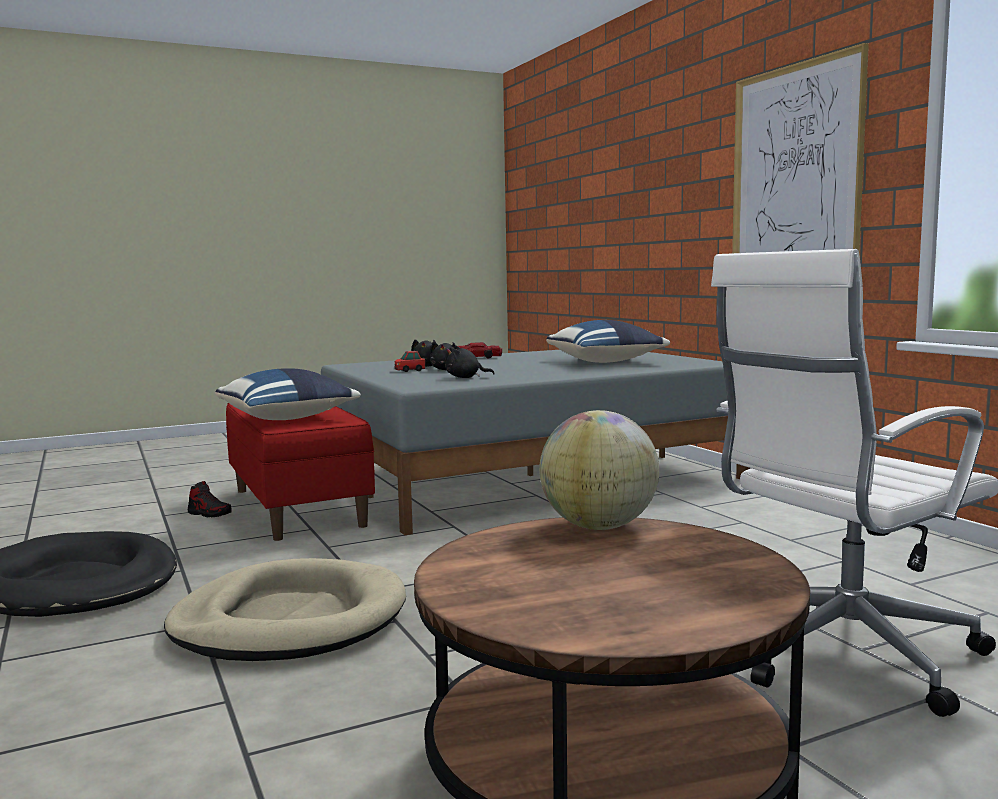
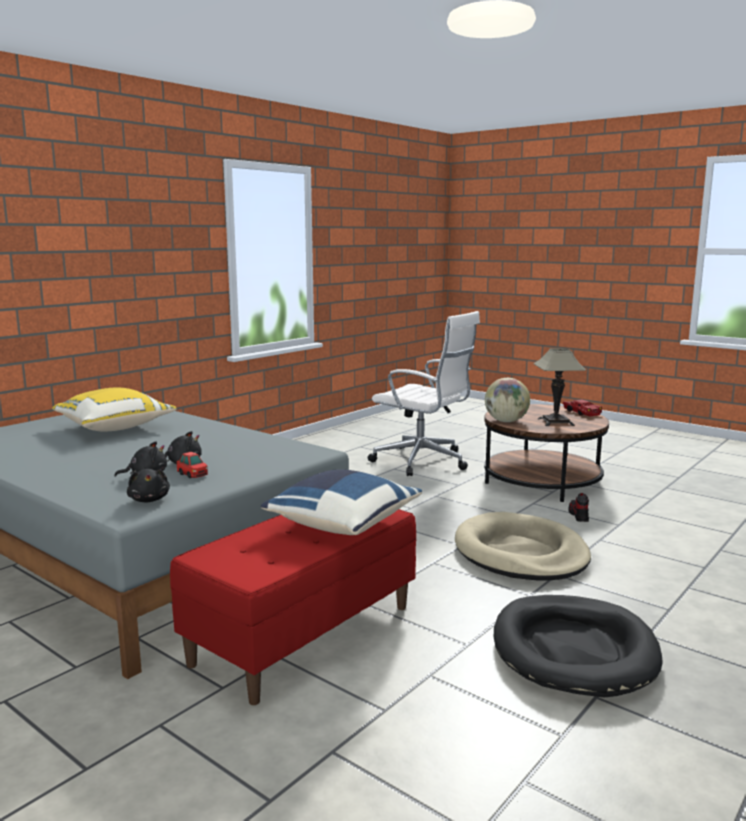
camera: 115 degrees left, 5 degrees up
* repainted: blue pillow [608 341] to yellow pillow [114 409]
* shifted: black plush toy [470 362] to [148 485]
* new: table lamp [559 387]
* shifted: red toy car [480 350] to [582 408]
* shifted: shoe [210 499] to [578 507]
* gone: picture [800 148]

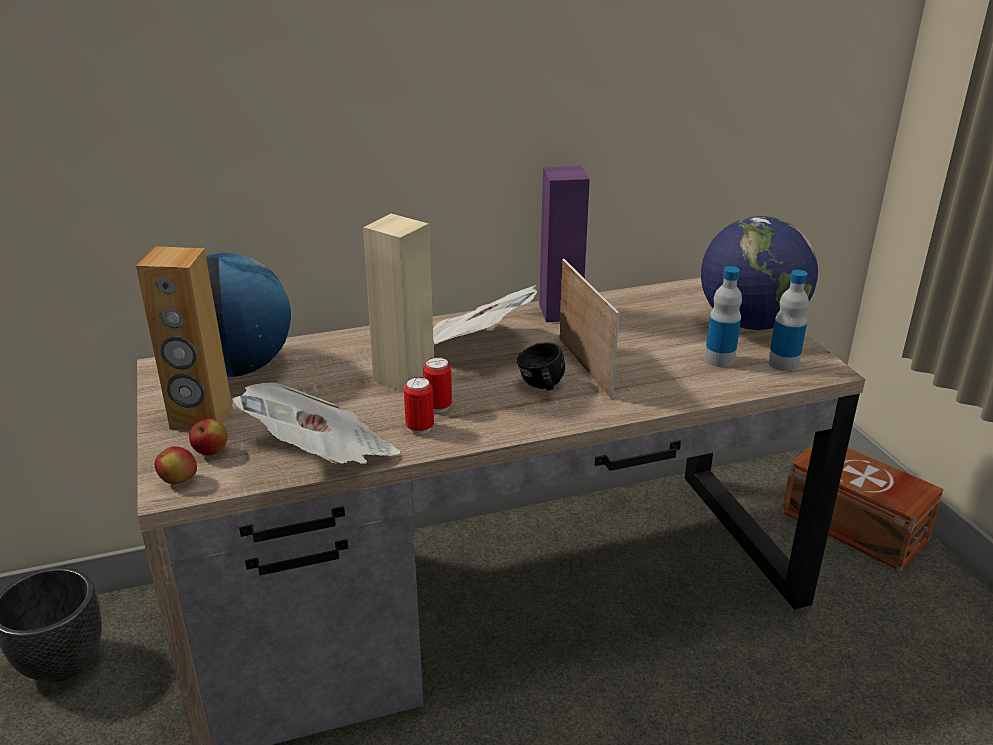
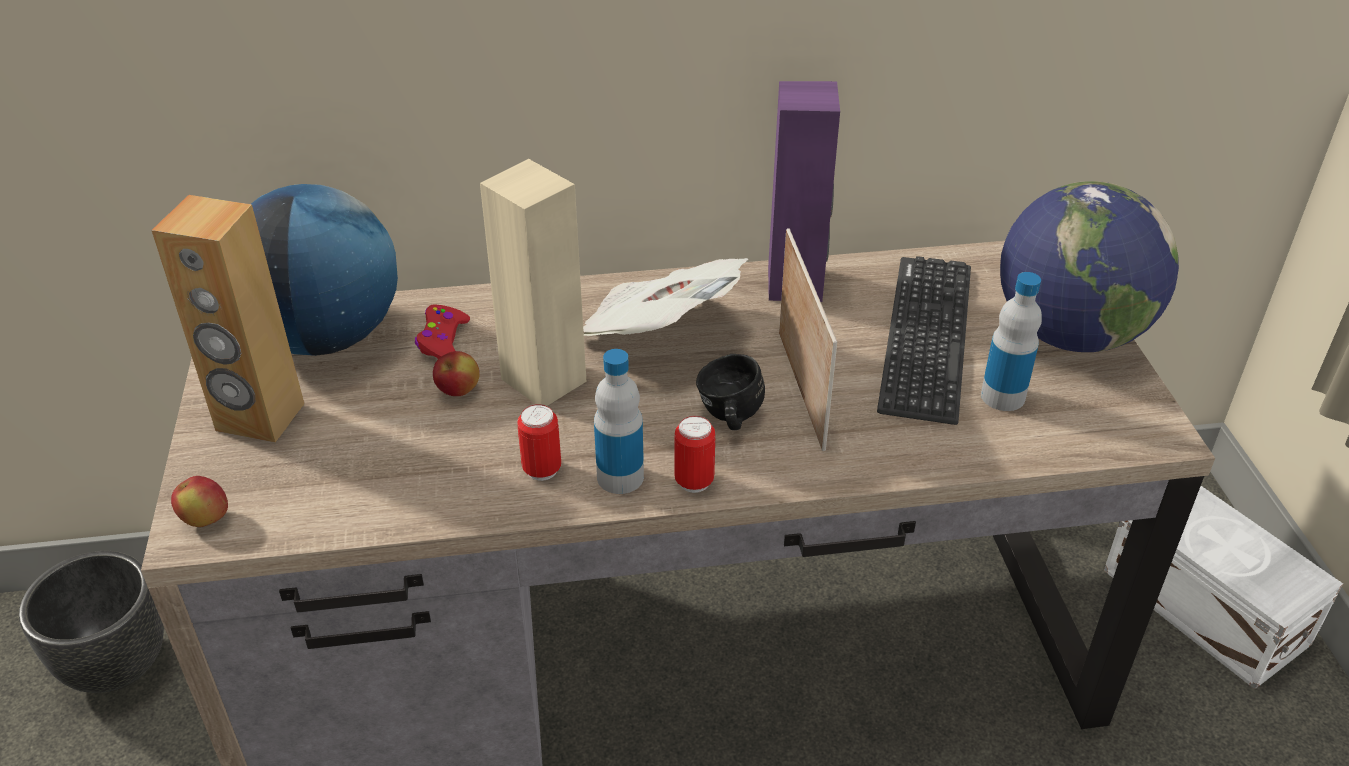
camera: 10 degrees right, 10 degrees up
* new: red game controller [442 331]
* shifted: apple [208 437] to [456 373]
* shifted: bottle [788 320] to [619 421]
* shifted: can [437 385] to [694 454]
* new: keyboard [924 340]
* repainted: brown storage box [862 508] to white storage box [1223 587]
* gone: newspaper [316 423]

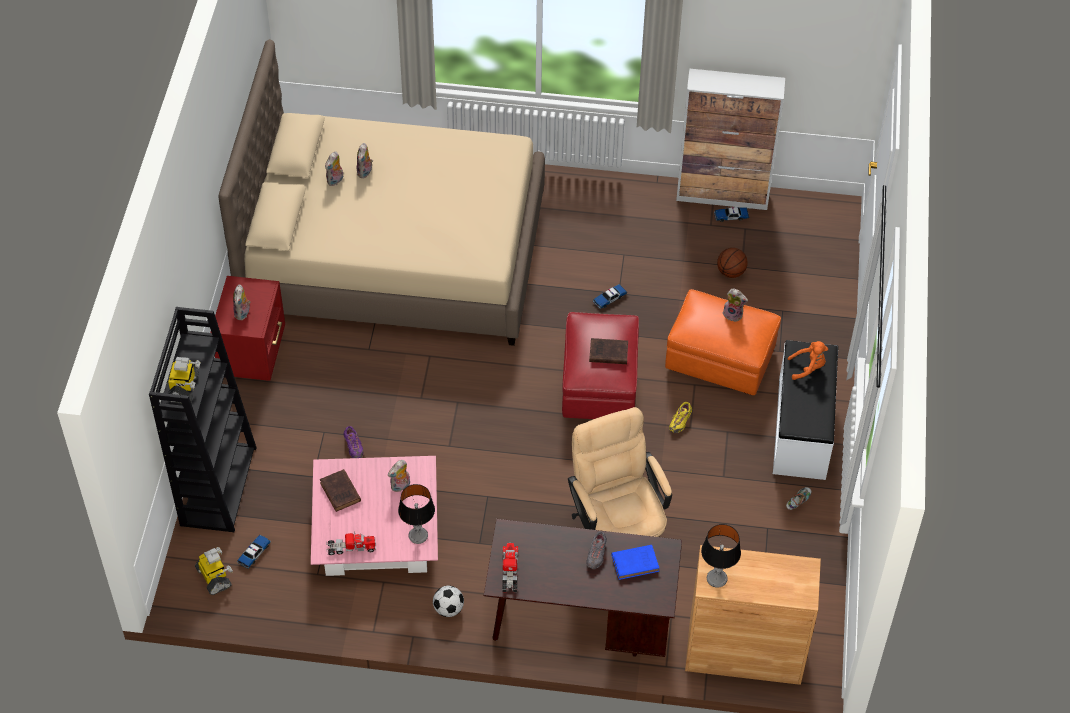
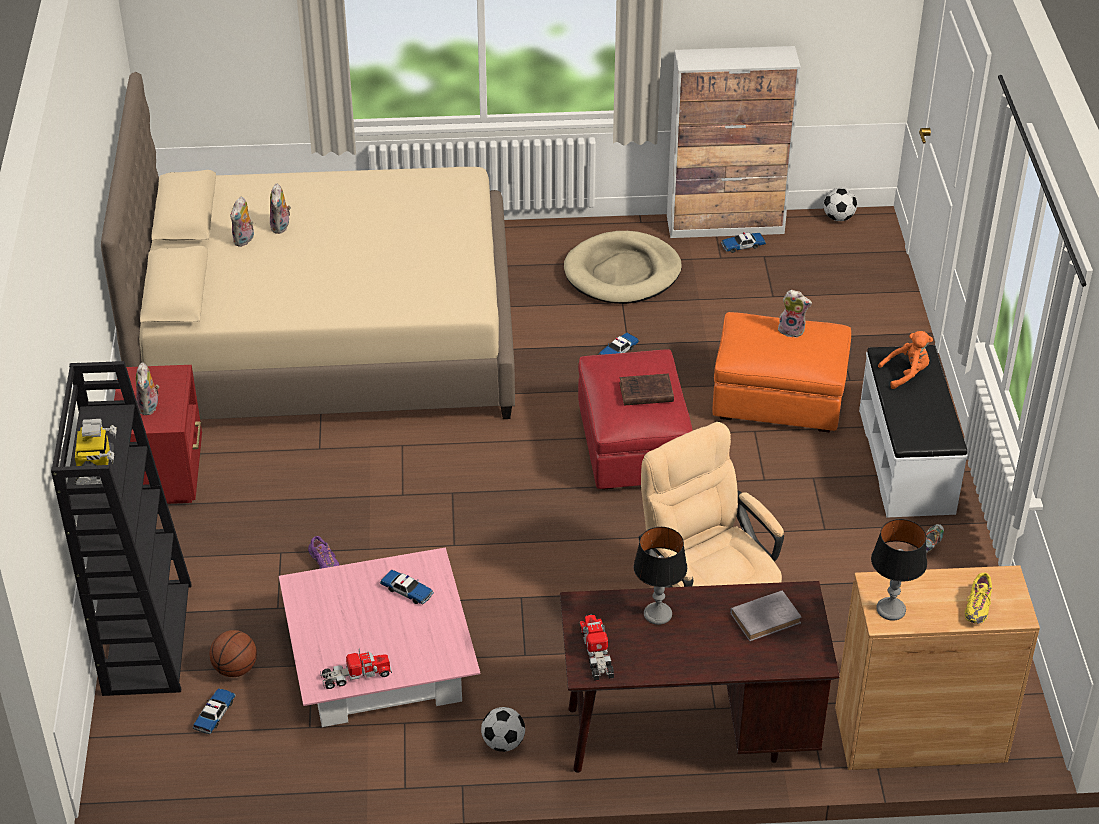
camera: 10 degrees left, 10 degrees down
* shifted: basketball [732 263] to [233 653]
* swapped: plush toy [399 476] to toy car [407 587]
* new: beige dog bed [623 267]
* shifted: table lamp [416 514] to [660 576]
* repainted: blue book [635 562] to grey book [766 615]
* new: football [840 204]
* shifted: yellow shoe [680 417] to [978 598]
* gone: toy robot [214 571]
* gone: brown book [340 490]
* gone: grey shoe [596 550]

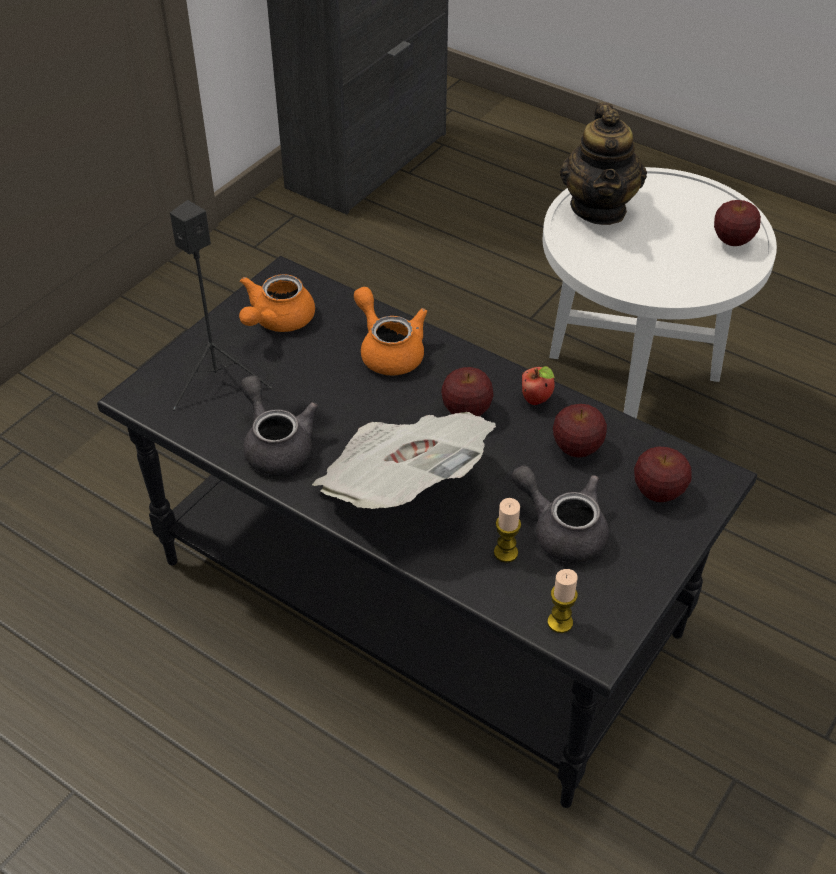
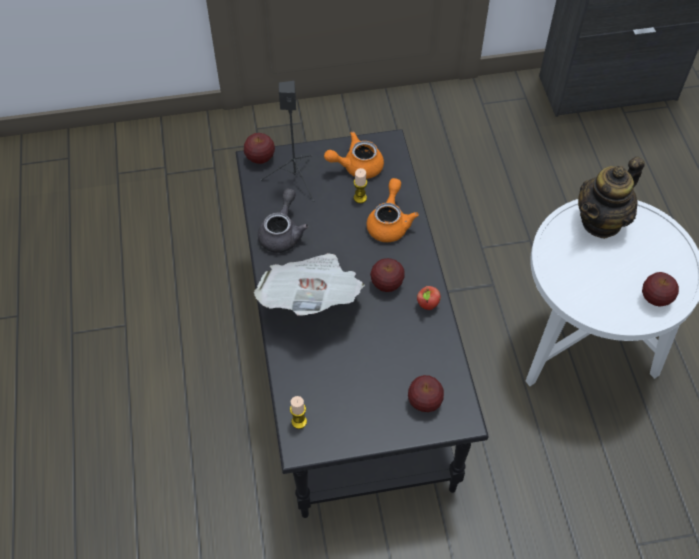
camera: 45 degrees right, 10 degrees up
* shifted: apple [580 431] to [259 148]
* shifted: candle [507 530] to [360 185]
* gone: grey teapot [560 514]

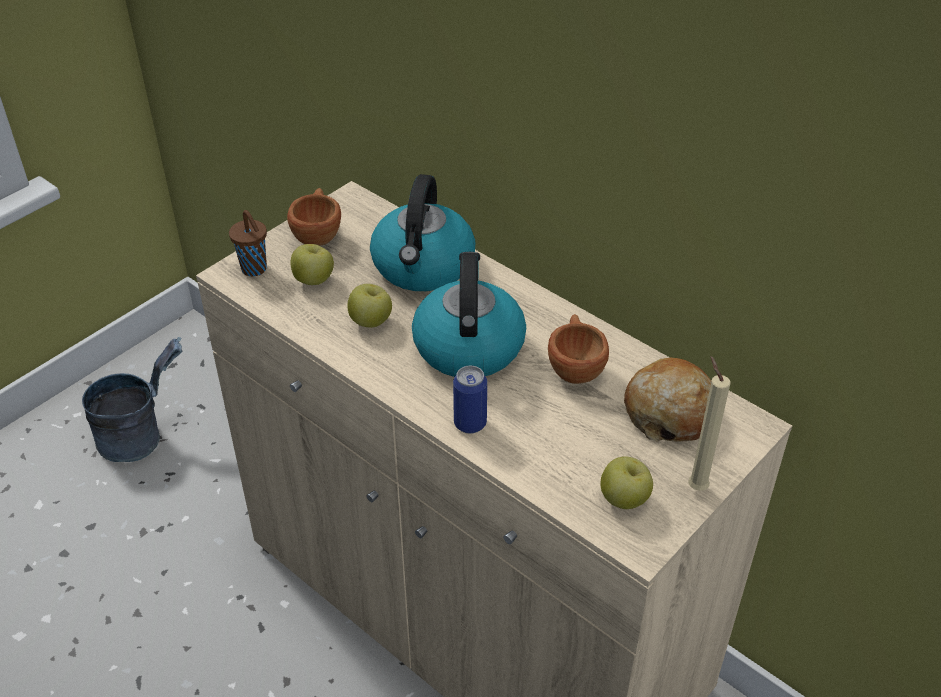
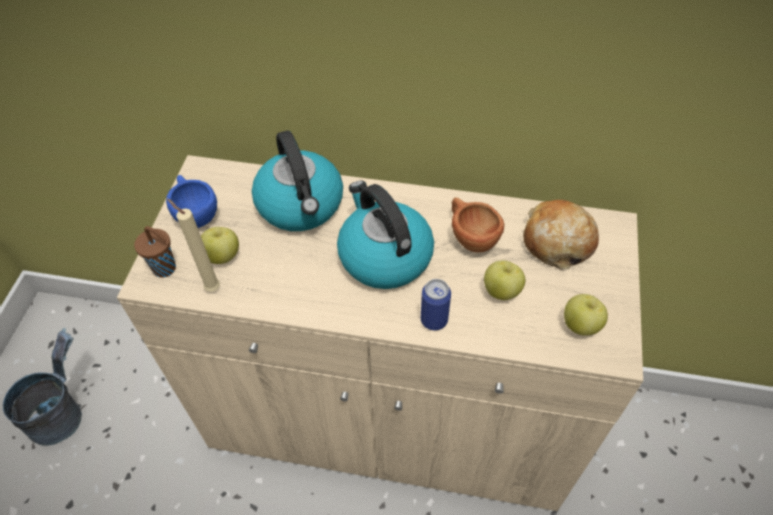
camera: 30 degrees left, 10 degrees up
* repainted: brown cup [314 217] to blue cup [191 201]
* shifted: beige candle [709 423] to [193 245]
* shifted: apple [369 306] to [504 280]

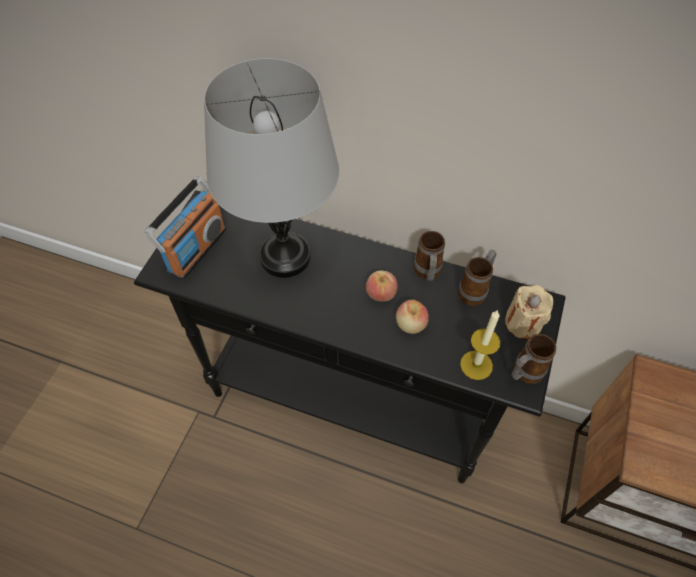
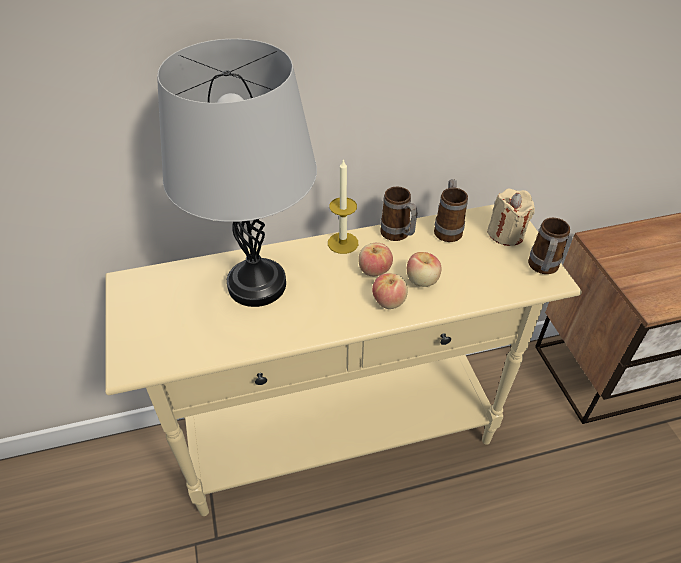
camera: 35 degrees left, 10 degrees down
* repainted: black console table [350 336] to beige console table [343 360]
* shifted: candle [480 345] to [343 206]
* new: apple [390 291]
* gone: radio [185 228]

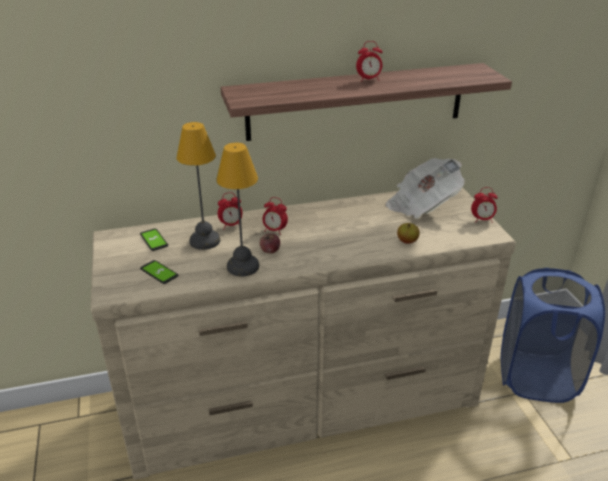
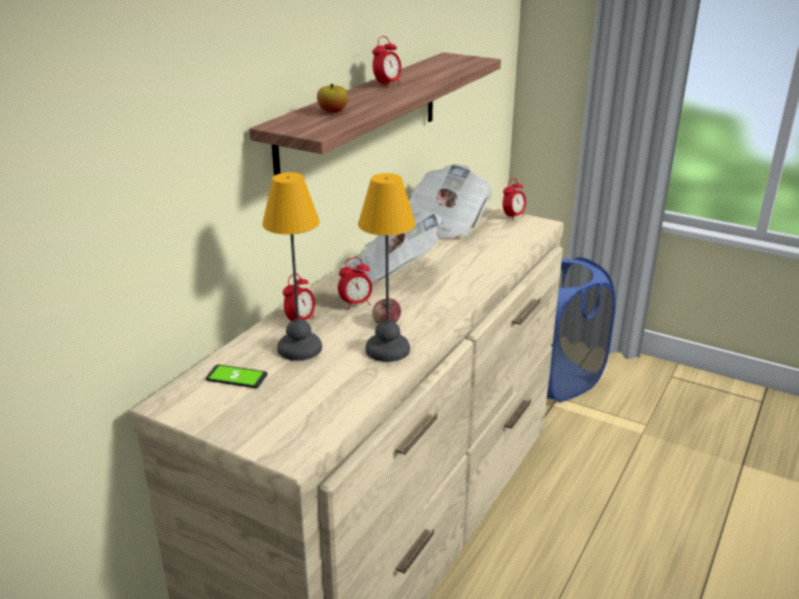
camera: 45 degrees left, 5 degrees down
* shifted: apple [408 233] to [332 98]
* new: newspaper [392 247]
* gone: phone [159 272]

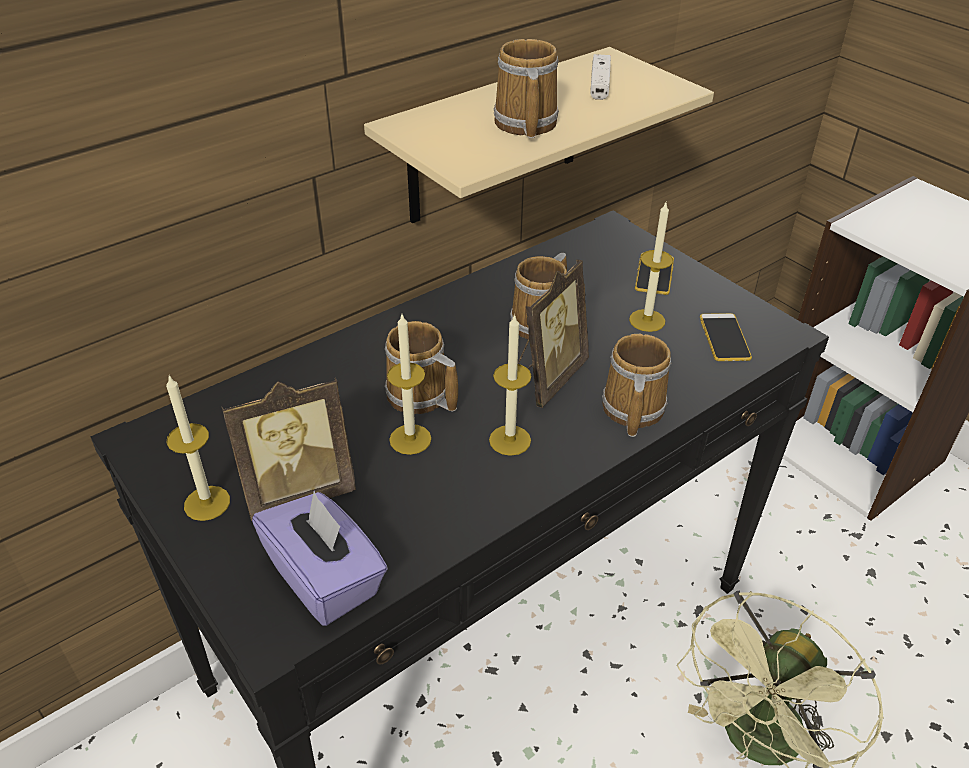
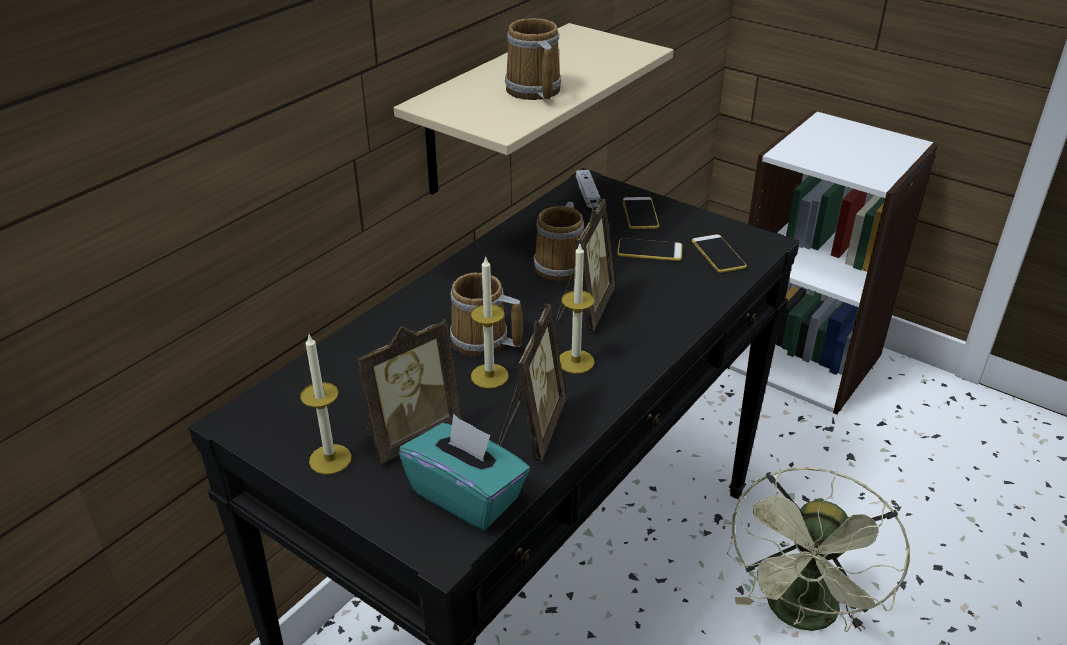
camera: 15 degrees left, 5 degrees down
* repainted: purple tissue box [320 558] to turquoise tissue box [464 472]
* new: picture frame [532 383]
* shifted: white game controller [600 77] to [588 189]
* swapped: candle [651 267] to phone [650 249]
* gone: mug [636 385]

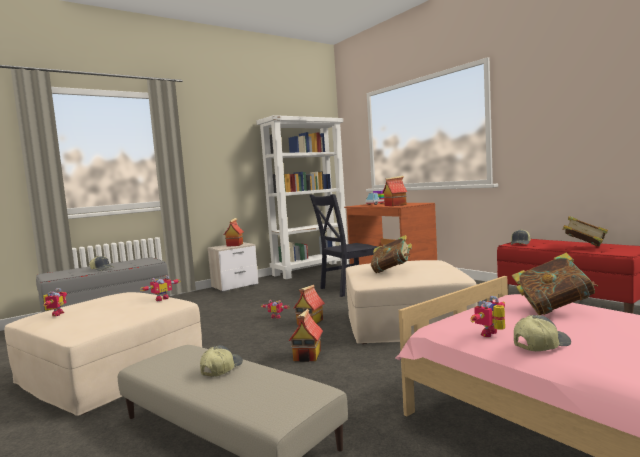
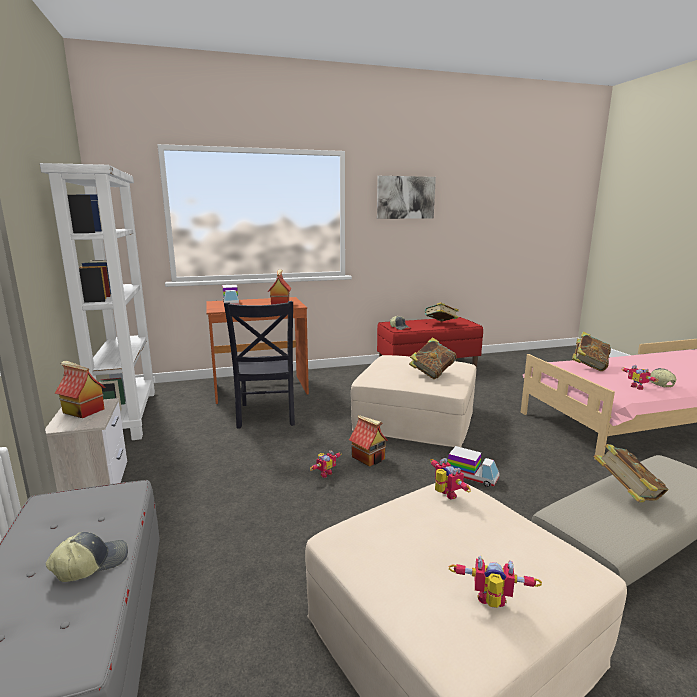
camera: 70 degrees left, 10 degrees up
* new: picture [406 197]
* swapped: toy house [305 335] to toy truck [474 466]
* swapped: cap [221 361] to book [631 473]

